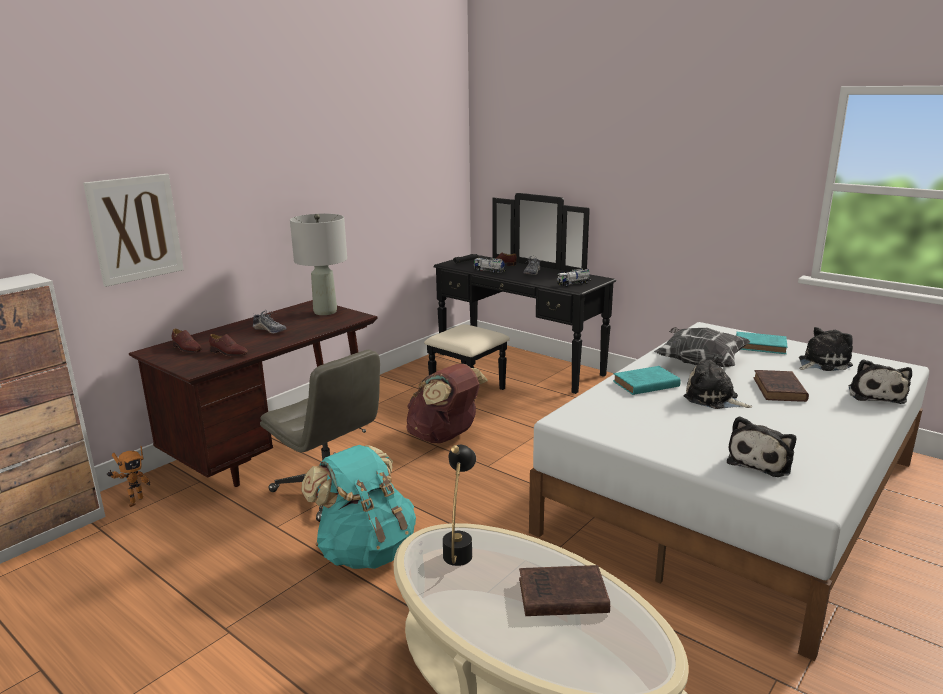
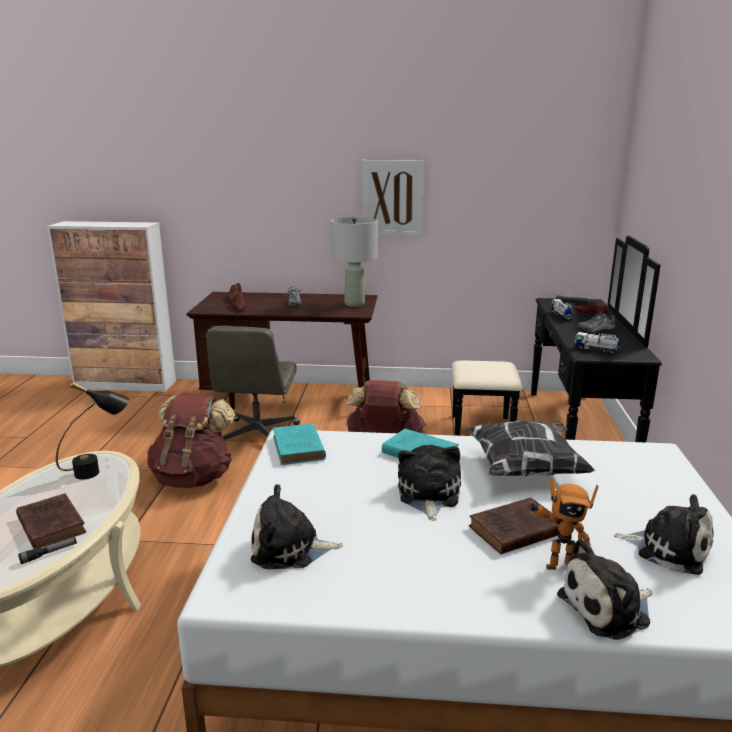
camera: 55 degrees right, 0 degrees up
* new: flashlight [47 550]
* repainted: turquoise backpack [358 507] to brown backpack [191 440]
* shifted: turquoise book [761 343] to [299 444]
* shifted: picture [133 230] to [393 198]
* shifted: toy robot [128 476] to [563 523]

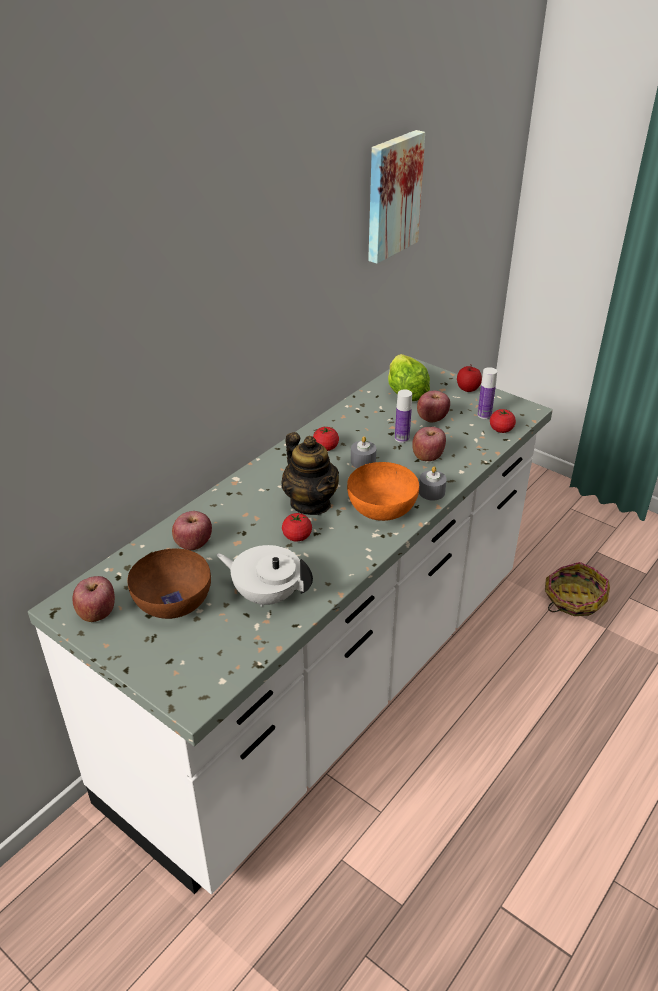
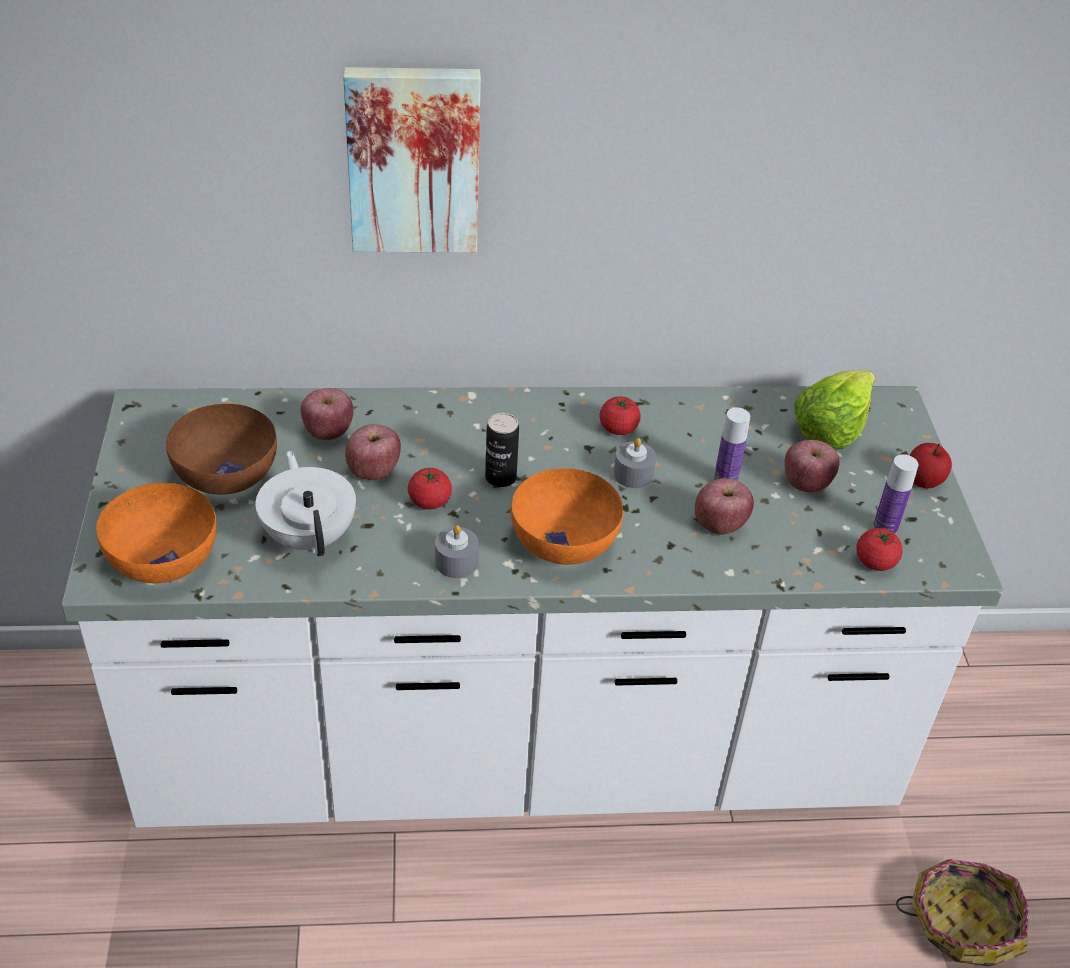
camera: 45 degrees right, 5 degrees up
* new: orange bowl [156 533]
* shifted: picture [396 197] to [412 159]
* shifted: apple [93 599] to [373 452]
* shifted: grey candle [433 483] to [457 551]
* swapped: teapot [310 473] to can [502 450]

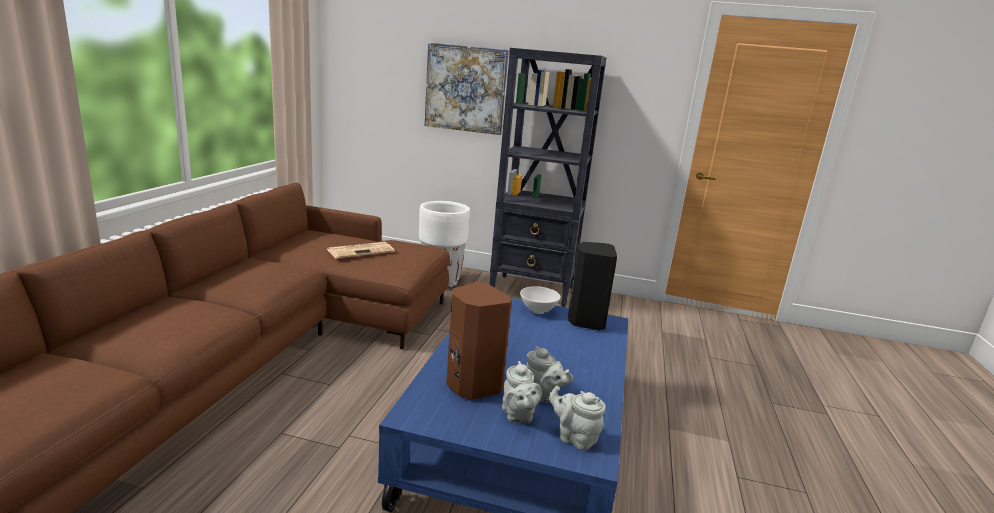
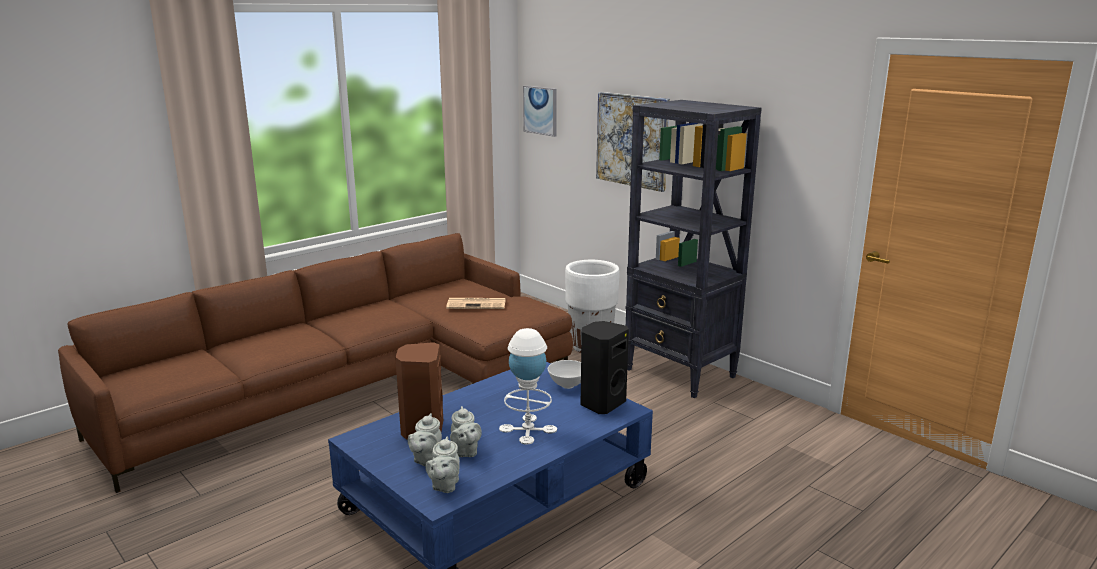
camera: 35 degrees right, 0 degrees up
* rotated: grey teapot [577 418] = [442 464] 150 degrees counterclockwise
* new: white table lamp [528 386]
* new: picture [540 111]

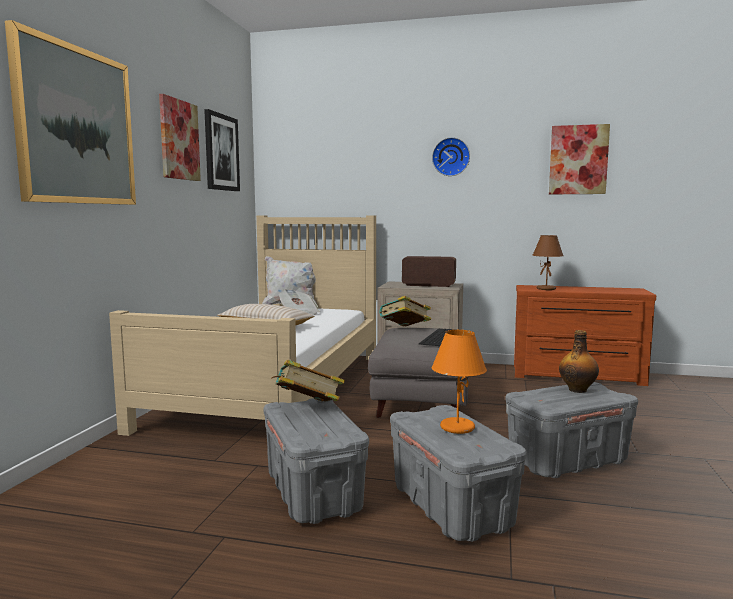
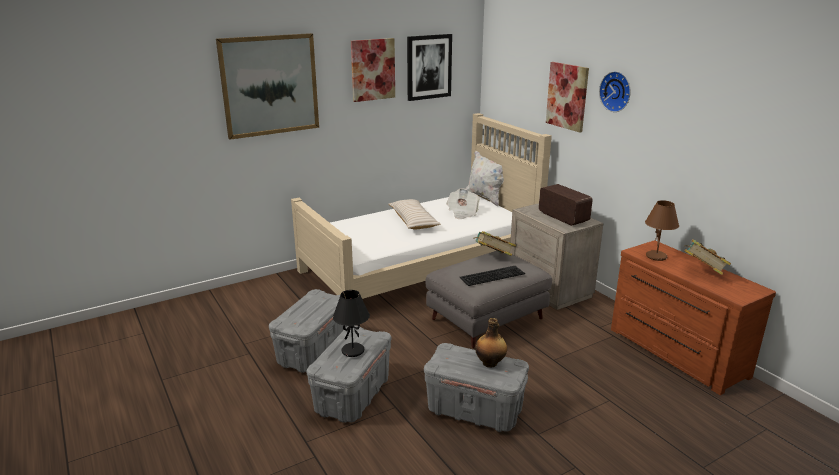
camera: 45 degrees right, 15 degrees up
* repainted: orange table lamp [459 382] to black table lamp [351 323]
* shifted: picture [579 159] to [567 97]
* shifted: book [308 381] to [707 257]

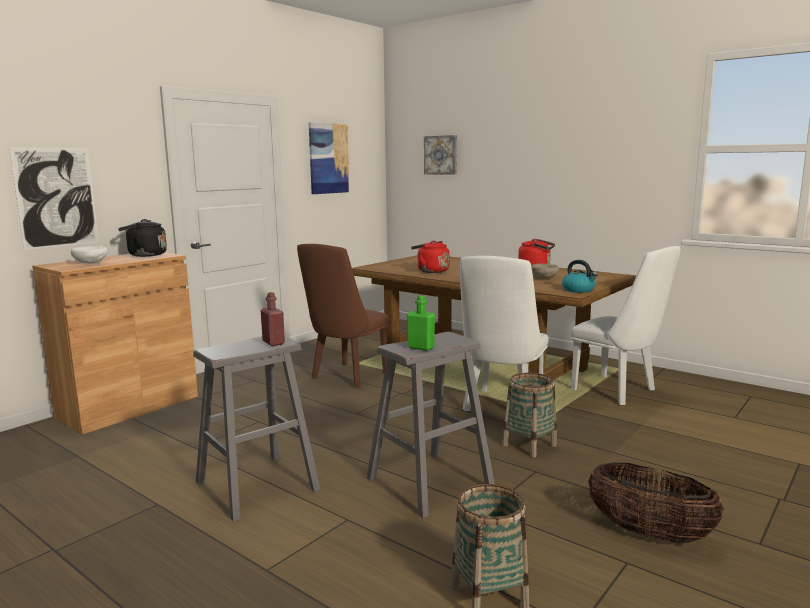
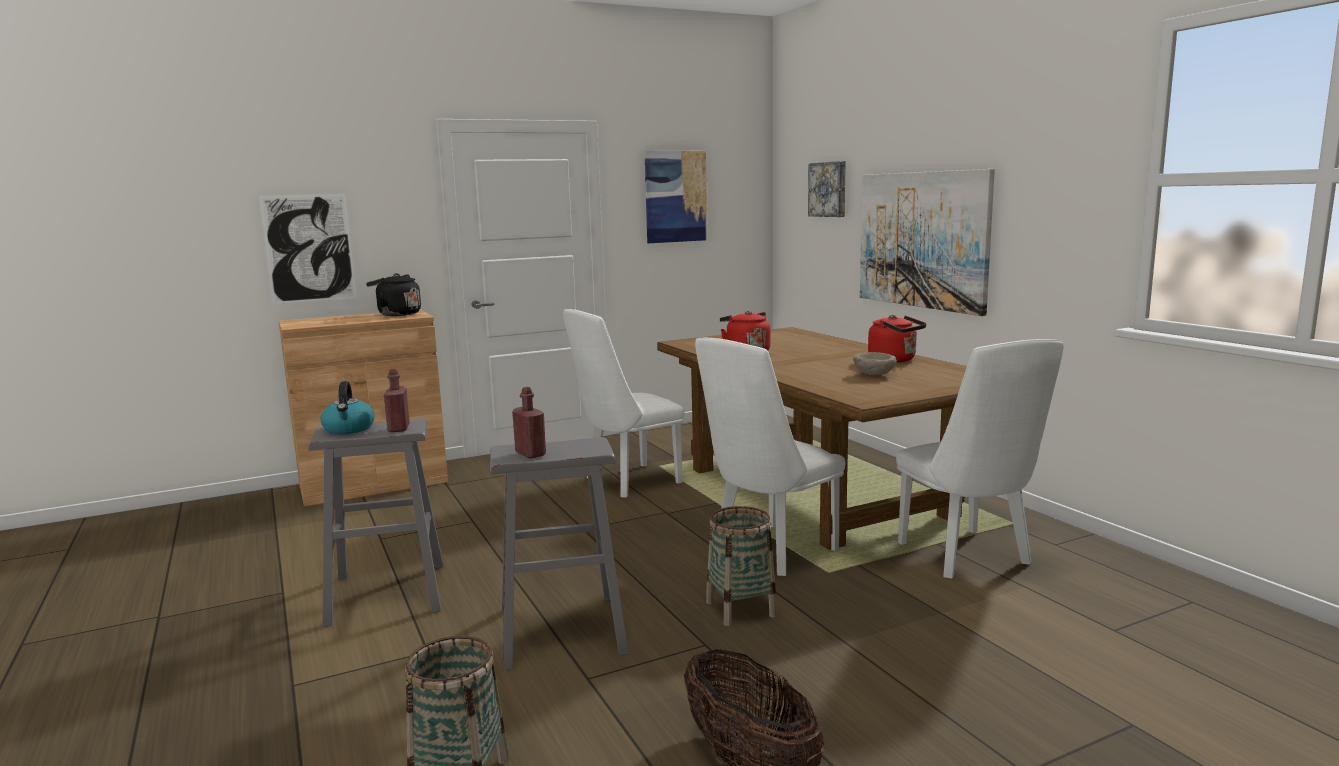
camera: 25 degrees right, 0 degrees up
* shifted: kettle [580 276] to [348 407]
* repainted: green bottle [421 323] to red bottle [529 423]
* repainted: brown chair [343 316] to white chair [623 403]
* new: picture [927 242]
* gone: white bowl [89 255]

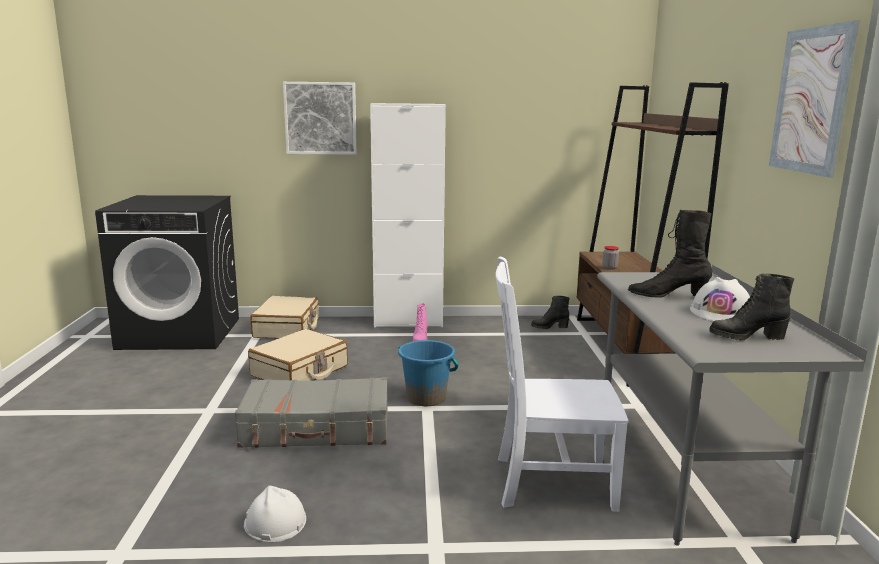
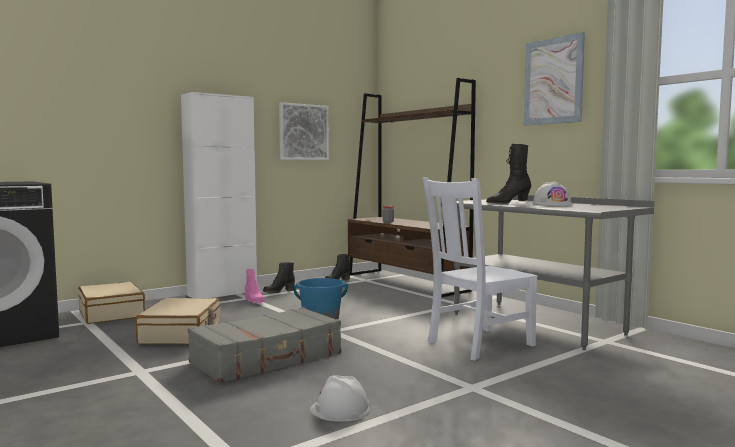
camera: 35 degrees left, 10 degrees down
* shifted: black boot [751 307] to [279 277]
* shifted: picture [320 118] to [304 131]

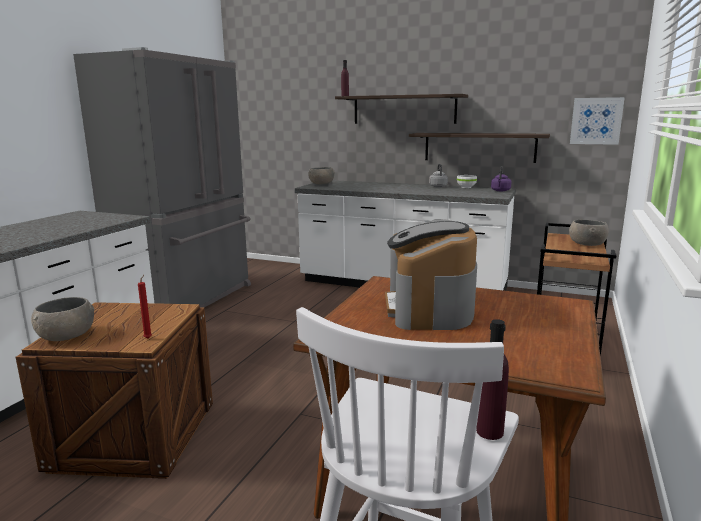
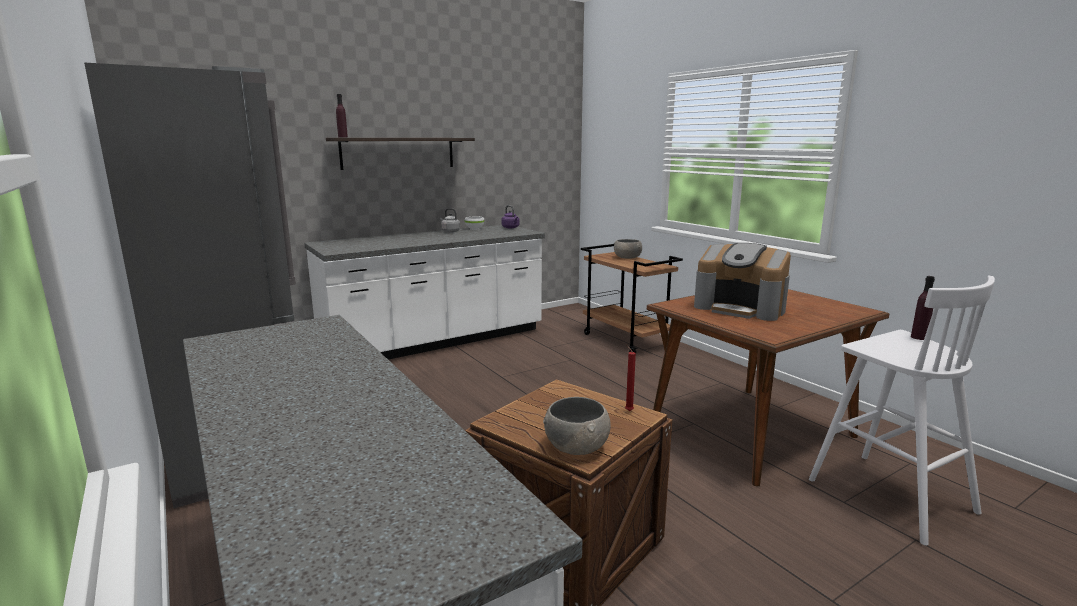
camera: 55 degrees left, 0 degrees up
* gone: grey bowl [321 176]
* gone: shelf [479 148]
* gone: picture [597 121]

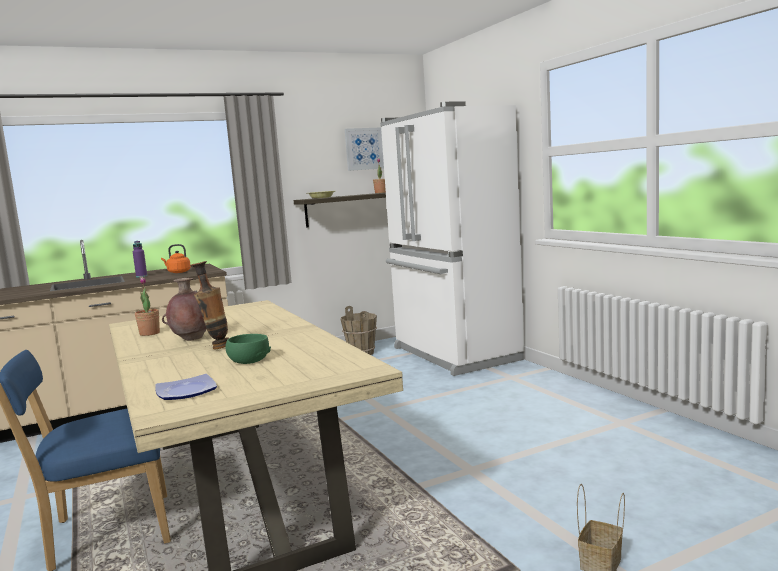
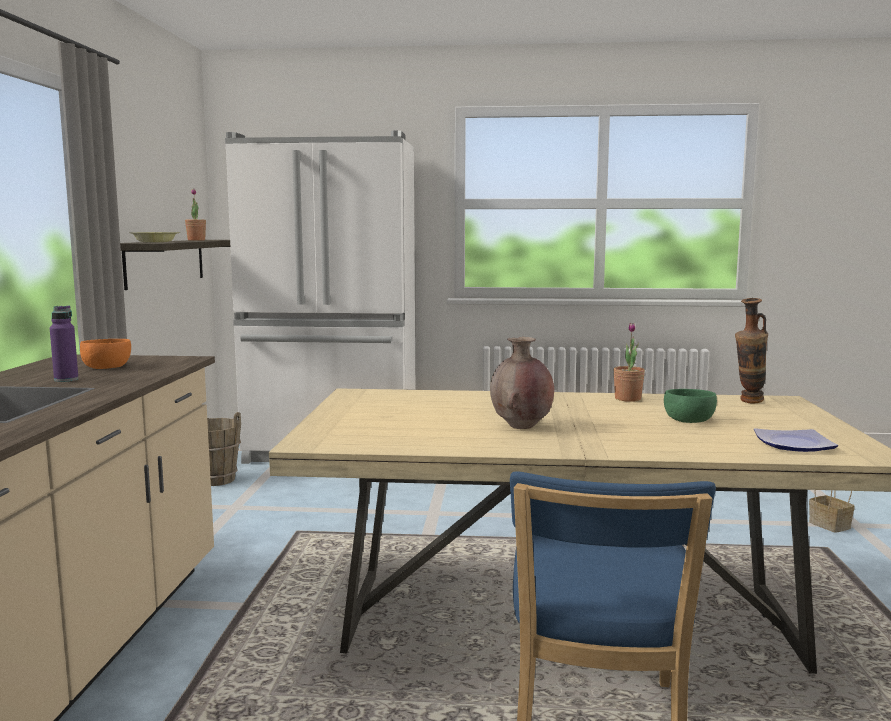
camera: 60 degrees left, 0 degrees up
* swapped: orange kettle [176 258] to orange bowl [105 354]
* shifted: potted plant [147 306] to [629 362]
* shifted: vase [209 305] to [751 351]
* gone: picture [364 149]

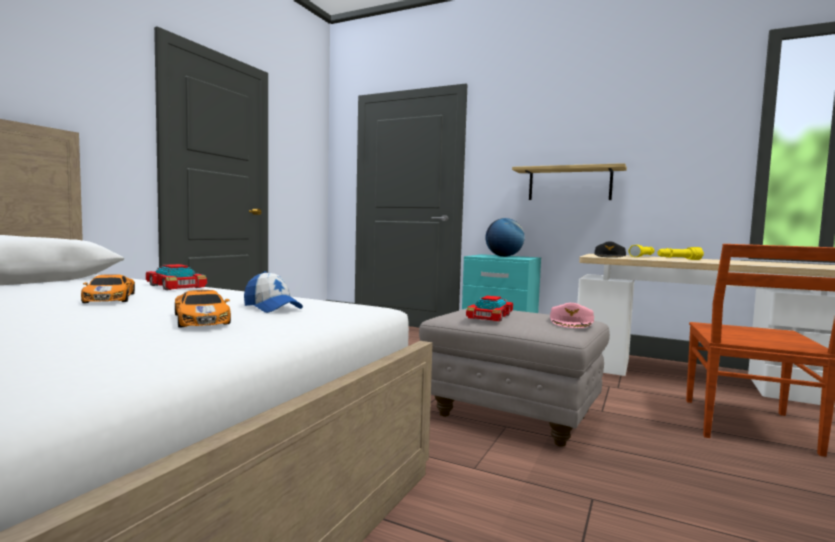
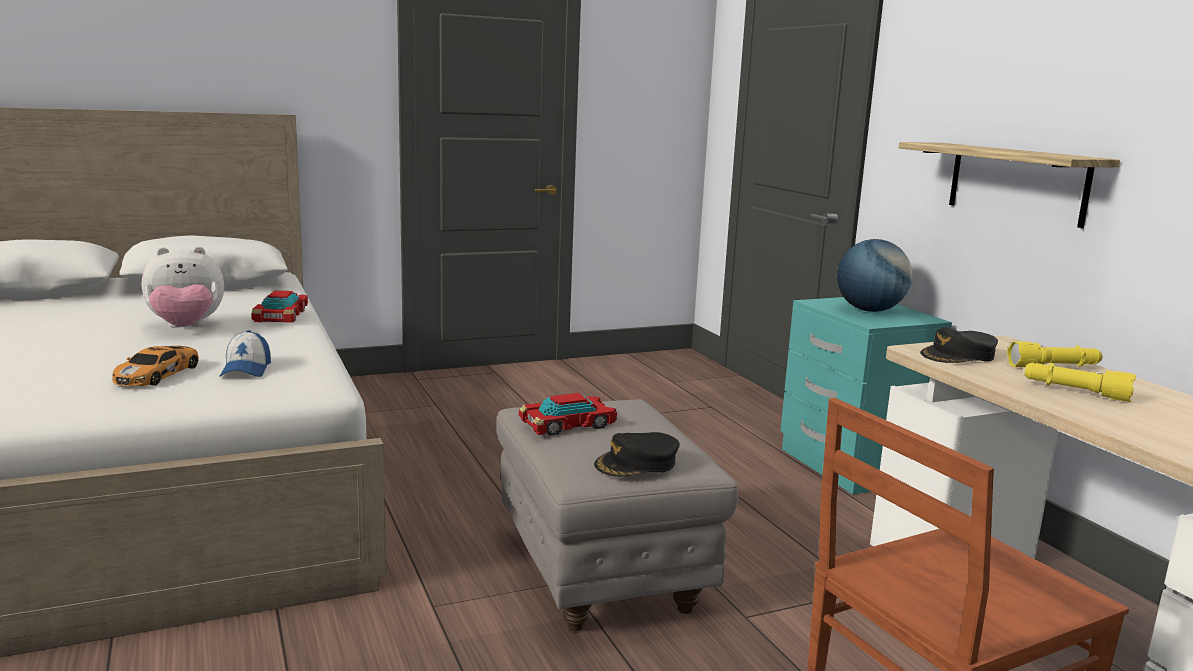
camera: 40 degrees right, 10 degrees up
* swapped: toy car [108 288] to plush toy [183 287]
* repainted: pink cap [572 315] to black cap [637 454]

